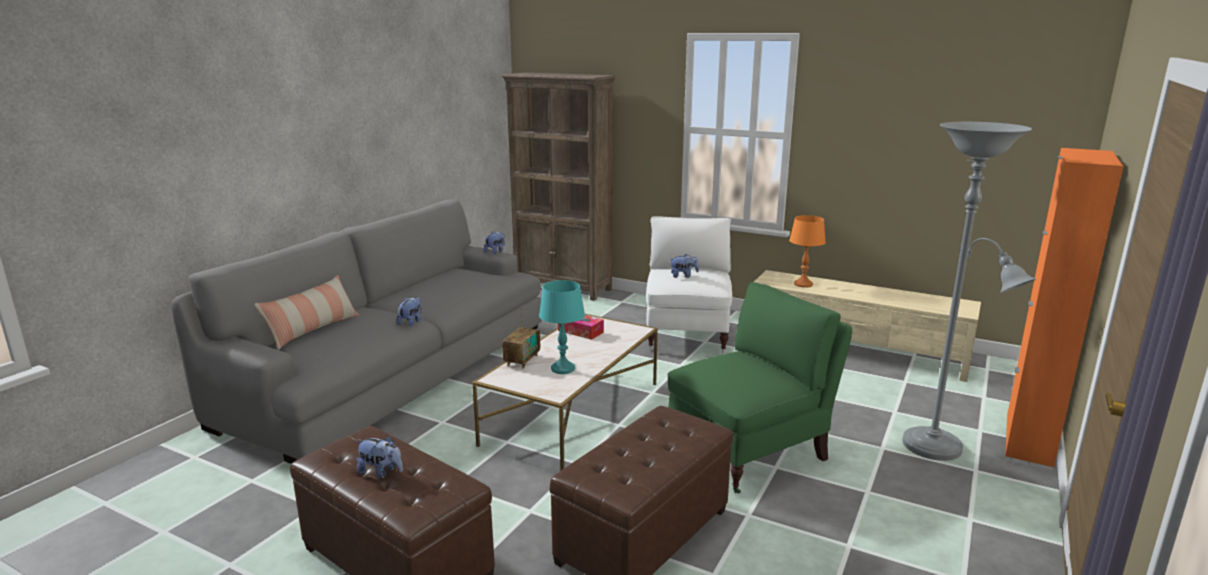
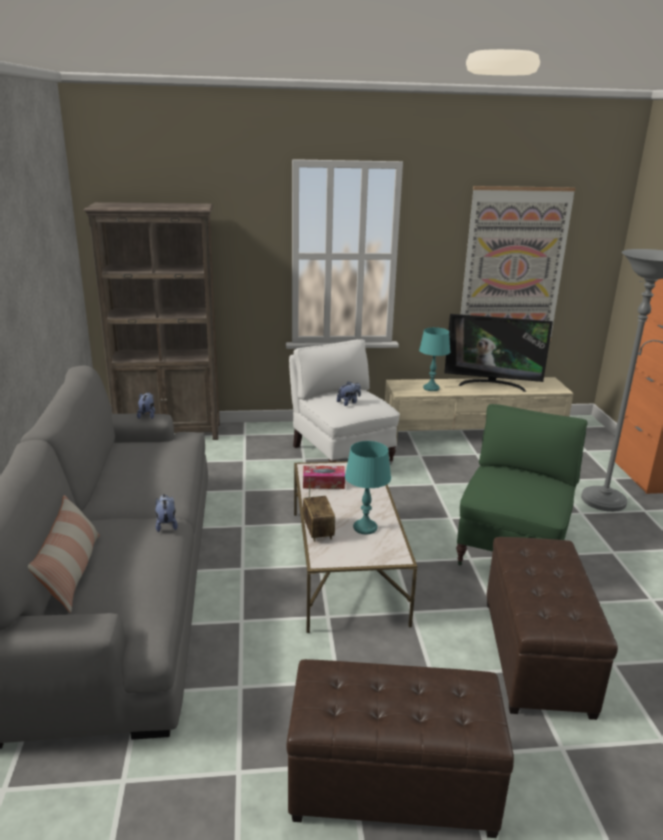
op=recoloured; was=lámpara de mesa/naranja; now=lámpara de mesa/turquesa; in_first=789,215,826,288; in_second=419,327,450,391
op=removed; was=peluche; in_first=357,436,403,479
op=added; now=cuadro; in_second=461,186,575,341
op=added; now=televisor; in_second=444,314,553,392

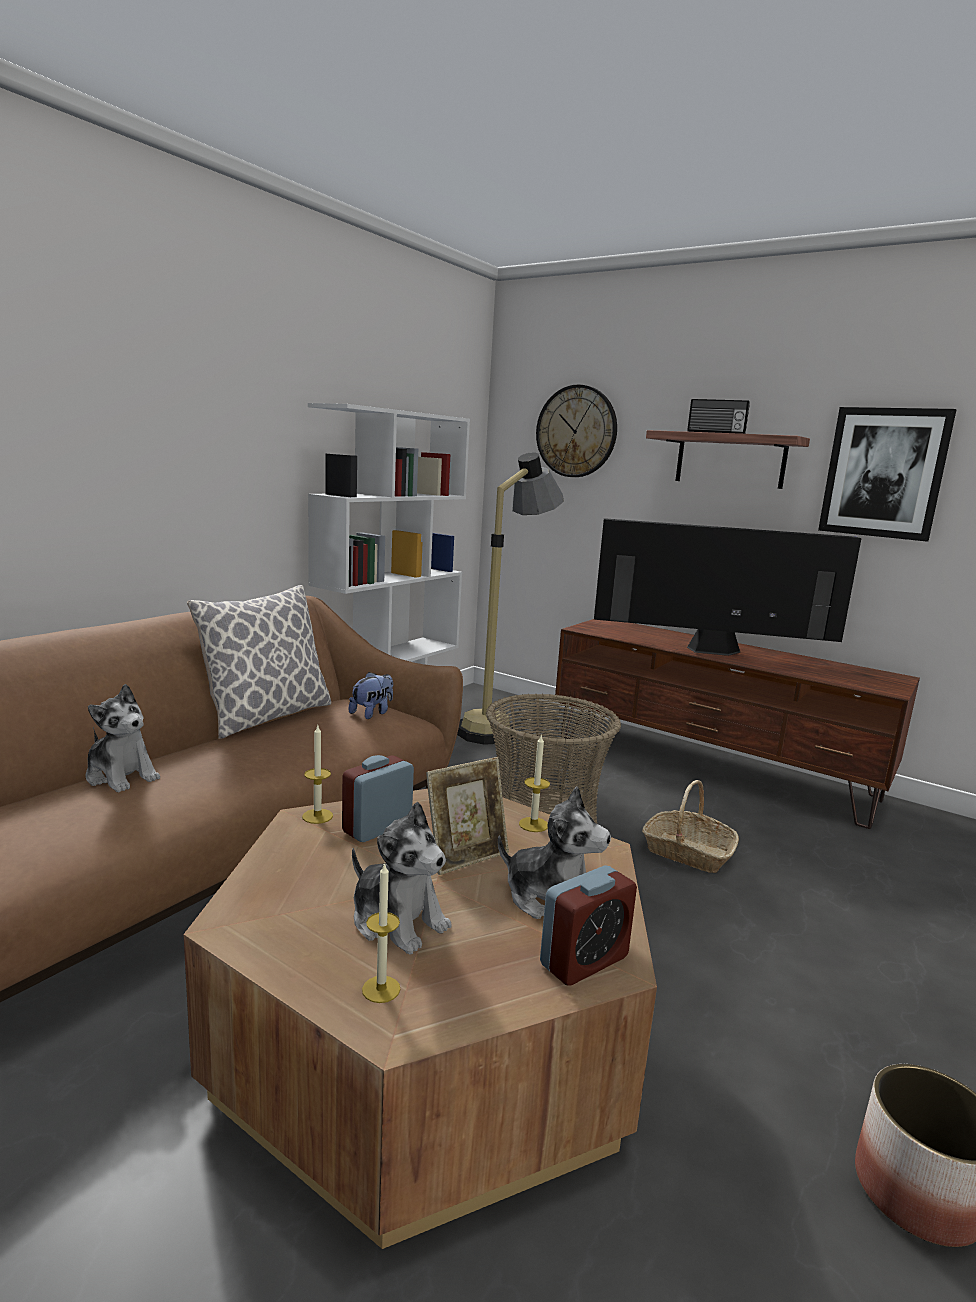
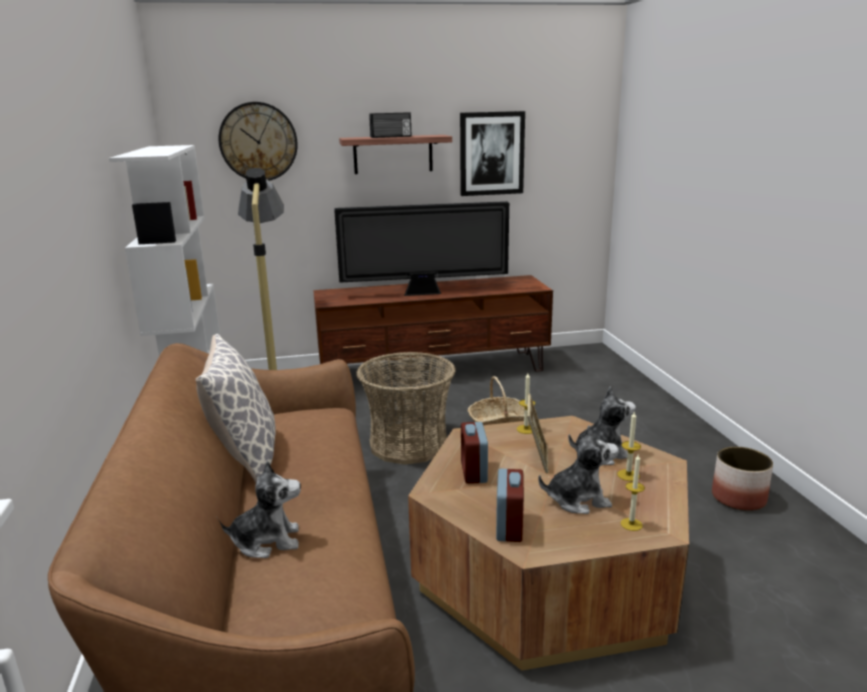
op=turned; was=televisor; in_first=594,518,862,656; in_second=334,201,509,296; clockwise=-150
op=removed; was=peluche; in_first=349,672,393,719
op=moved; was=vela; in_first=302,726,333,824; in_second=617,412,641,481
op=moved; was=despertador; in_first=540,865,637,986; in_second=496,469,524,542

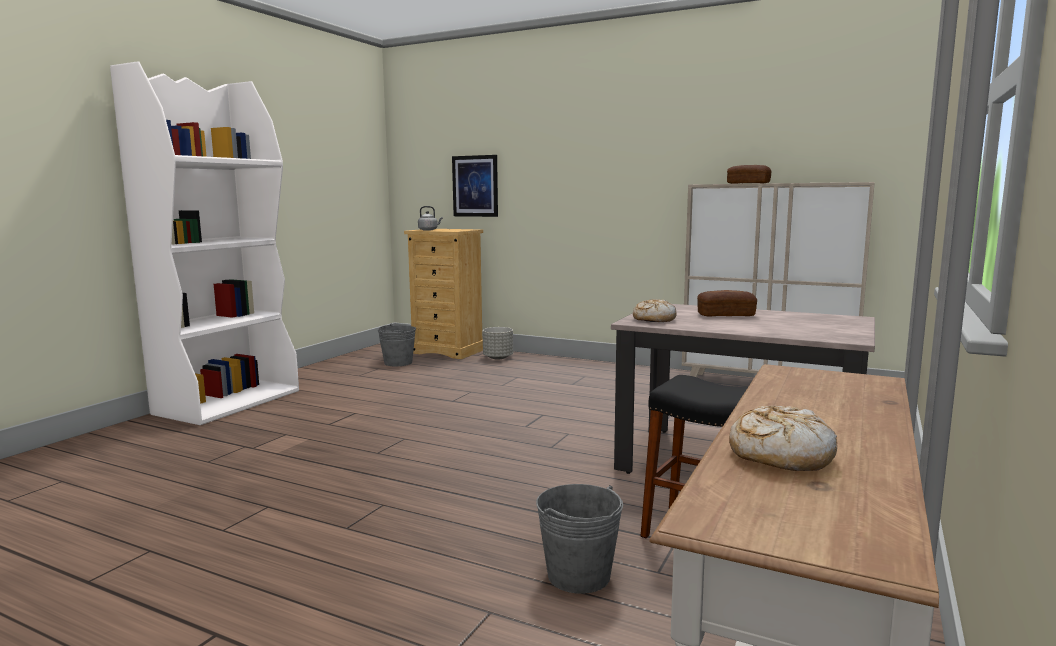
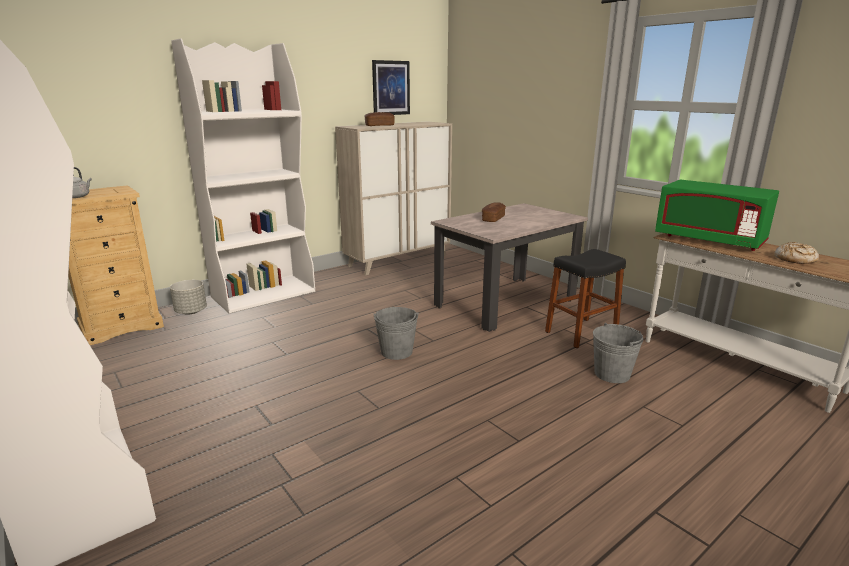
op=moved; was=cuadro; in_first=452,155,498,217; in_second=372,60,410,115
op=removed; was=pan; in_first=633,299,676,322
op=moved; was=cubo/gris; in_first=377,324,416,366; in_second=373,307,419,360
op=added; now=estantería/blanco; in_second=171,38,315,314
op=added; now=microondas/verde; in_second=655,179,779,251

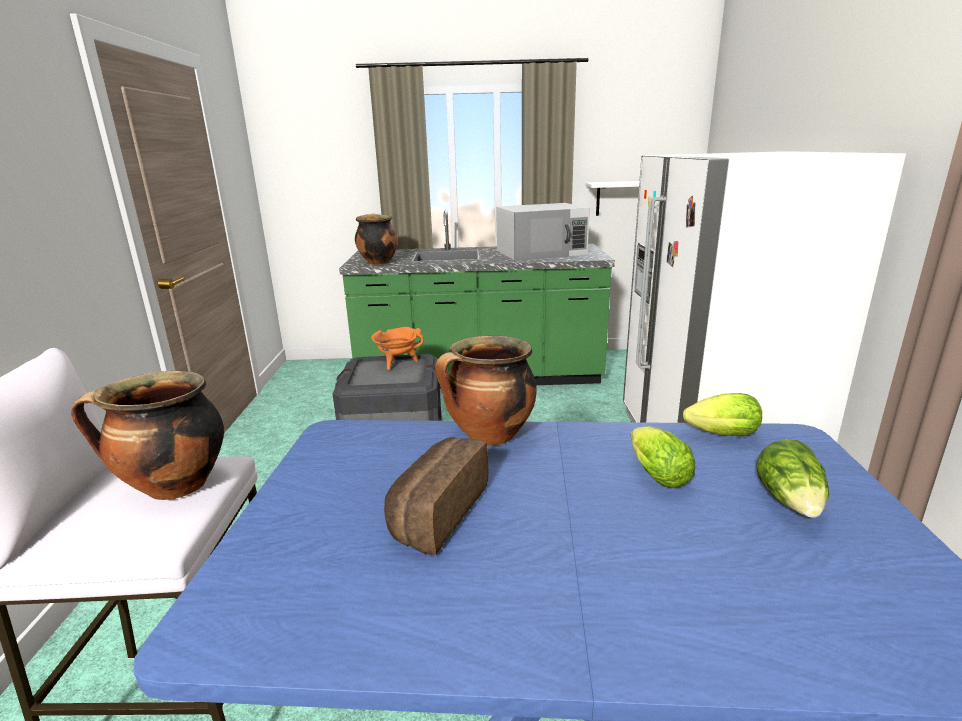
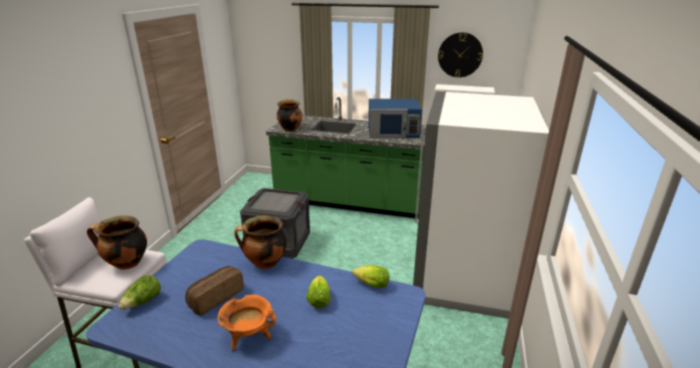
op=recoloured; was=microondas/blanco; now=microondas/azul; in_first=496,203,590,261; in_second=368,99,422,139
op=moved; was=olla/naranja; in_first=371,327,423,370; in_second=218,295,276,350
op=moved; was=lechuga; in_first=756,439,829,518; in_second=118,275,161,310
op=added; now=reloj de pared; in_second=438,32,483,78

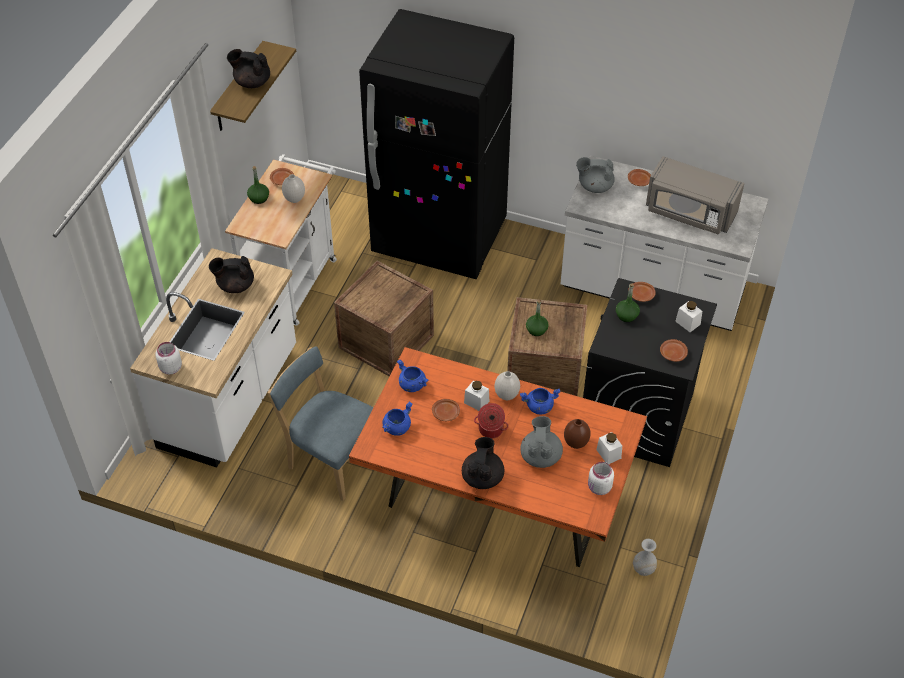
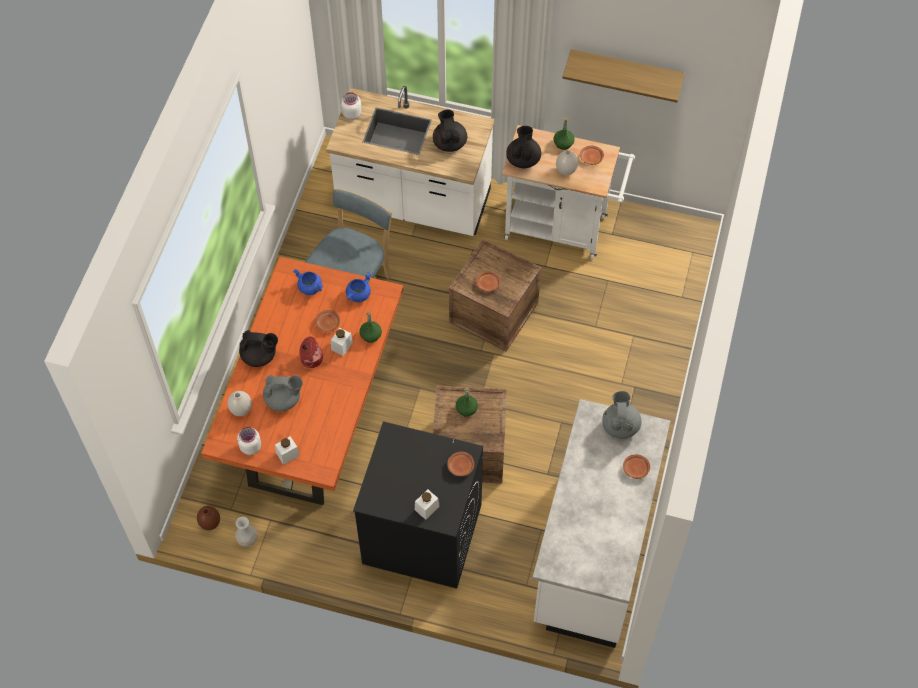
op=removed; was=nevera/negro; in_first=359,9,514,279
op=moved; was=tetera/negro; in_first=227,49,270,88; in_second=506,126,541,168
op=removed; was=microondas/gris; in_first=646,156,744,234
op=moved; was=botella/verde; in_first=616,283,640,322; in_second=359,312,382,343
op=moved; was=plato/marrón; in_first=660,339,688,362; in_second=476,271,501,291
op=moved; was=florero/blanco; in_first=495,371,520,400; in_second=228,391,252,416
op=removed; was=olla/azul; in_first=520,388,560,415
op=moved; was=florero/marrón; in_first=564,419,591,449; in_second=197,506,220,530

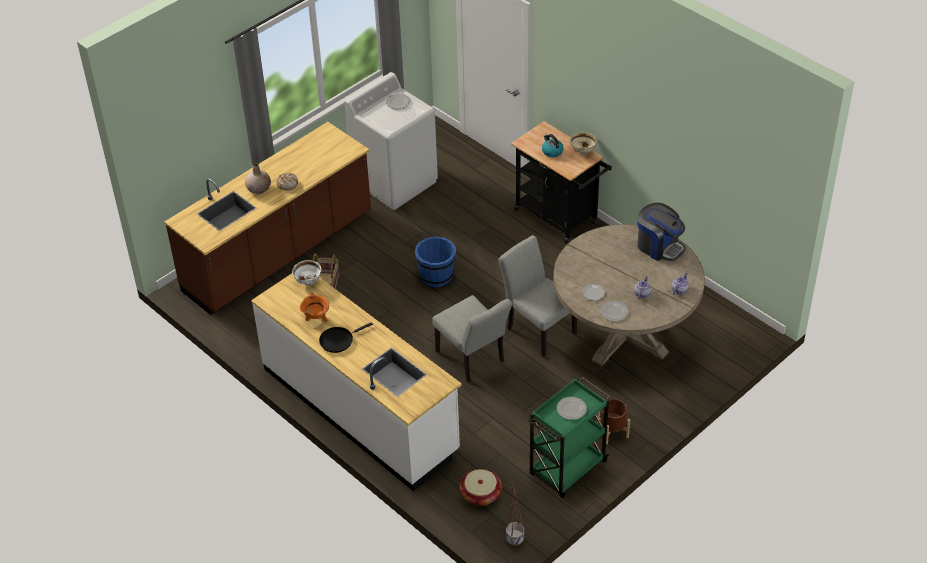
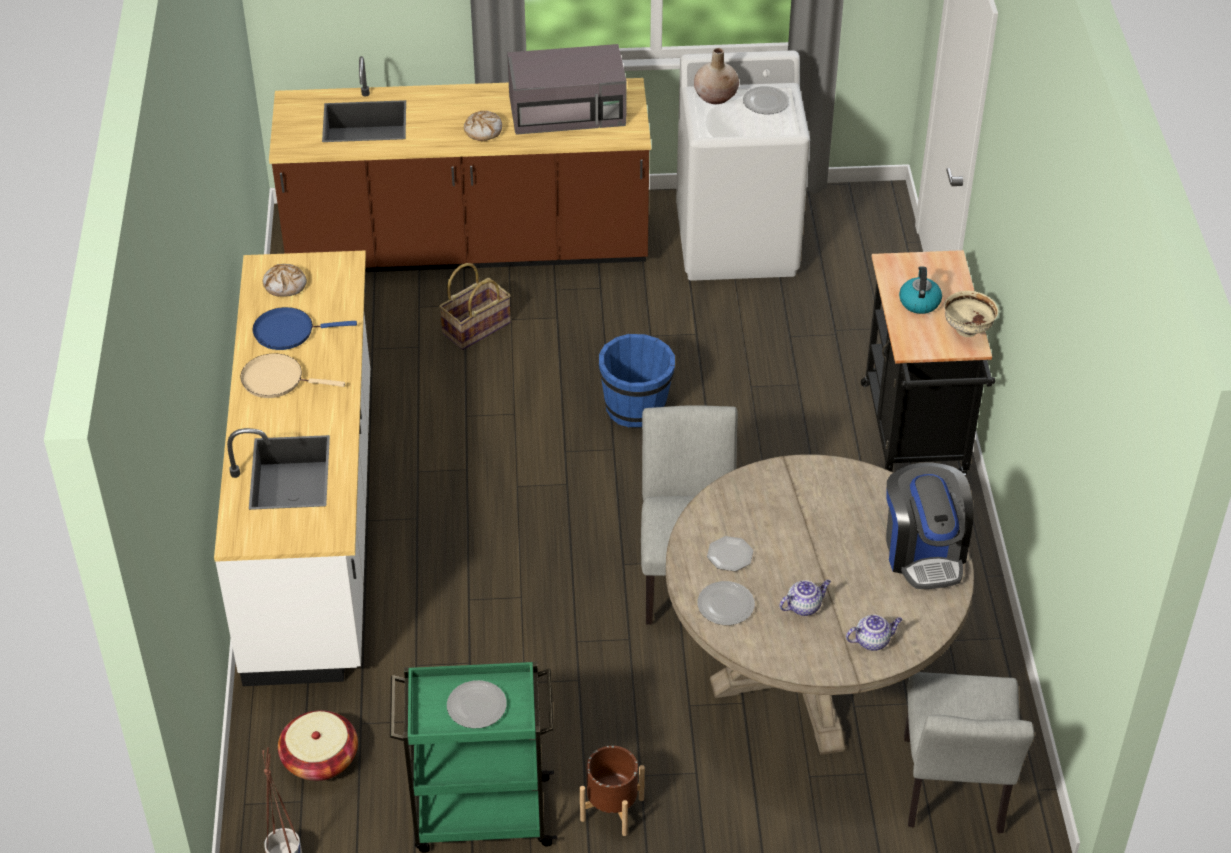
op=moved; was=florero/beis; in_first=245,163,271,194; in_second=694,48,739,104
op=removed; was=cuenco/blanco; in_first=292,260,321,286
op=replaced; was=olla/naranja; now=sartén/azul; in_first=300,292,329,322; in_second=252,307,357,350
op=moved; was=silla/gris; in_first=432,295,512,382; in_second=904,672,1035,833
op=recoloured; was=sartén/negro; now=sartén/beis; in_first=319,322,373,353; in_second=240,353,345,398
op=added; now=microondas/gris; in_second=507,44,627,135
op=added; now=pan; in_second=263,264,307,297

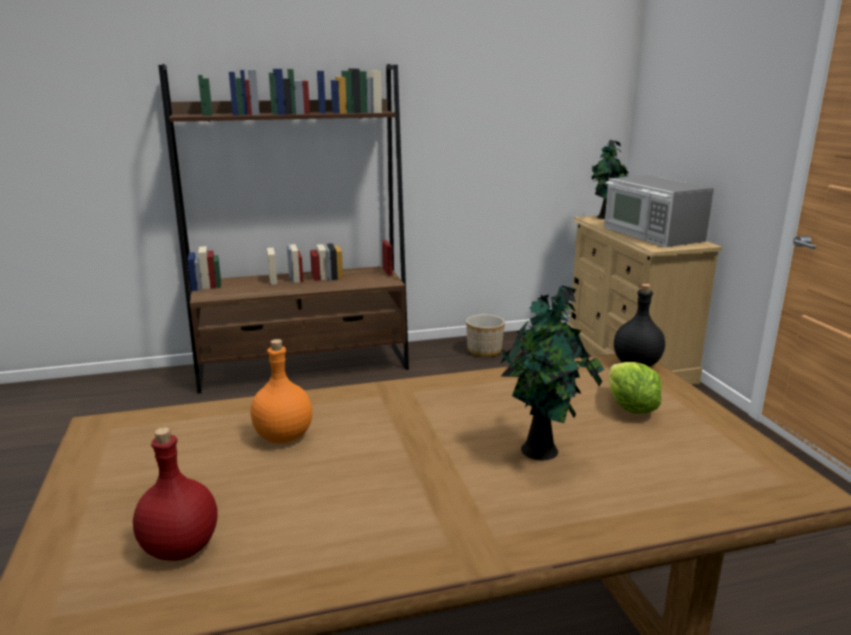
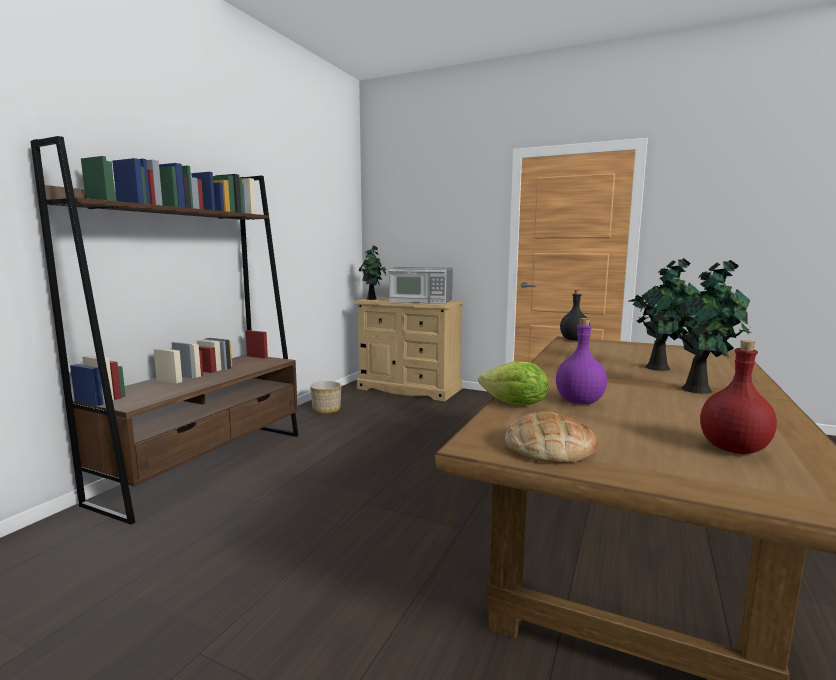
op=recoloured; was=botella/naranja; now=botella/morado; in_first=251,339,312,444; in_second=556,318,607,404
op=moved; was=lechuga; in_first=608,362,662,414; in_second=478,361,548,405
op=added; now=planta en maceta; in_second=662,260,751,394
op=added; now=pan; in_second=505,411,598,463

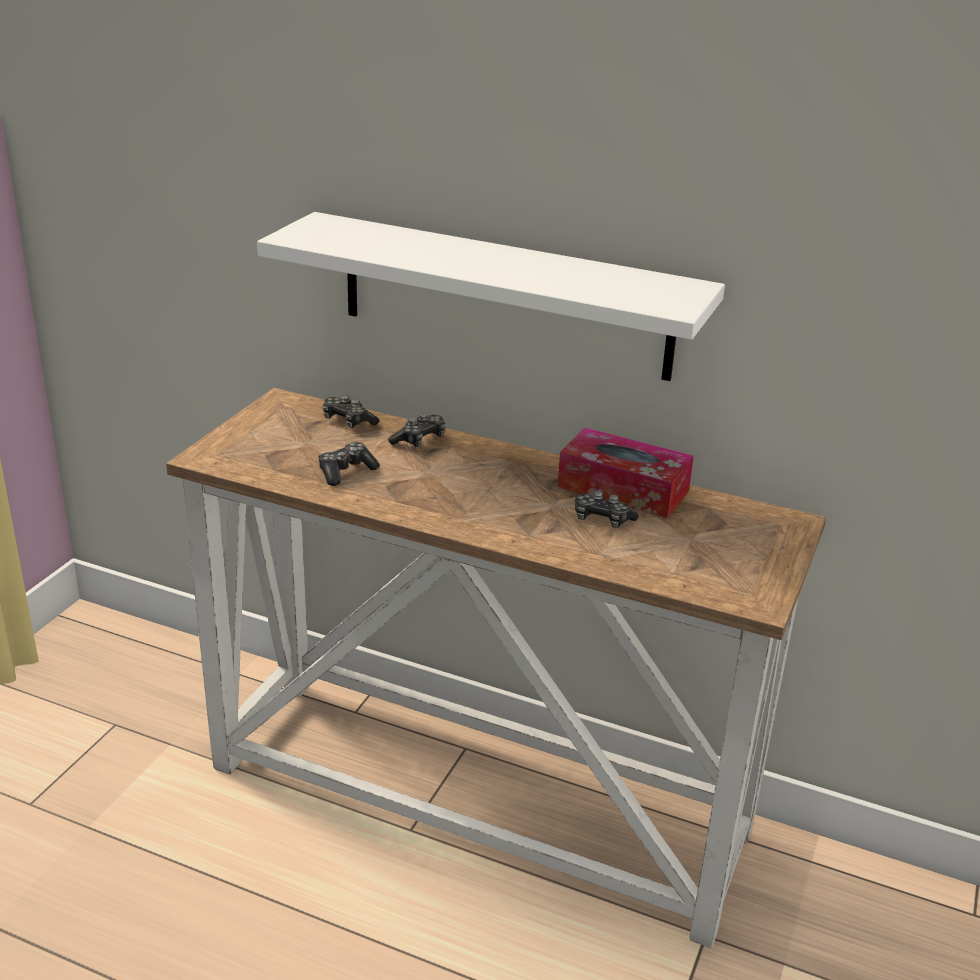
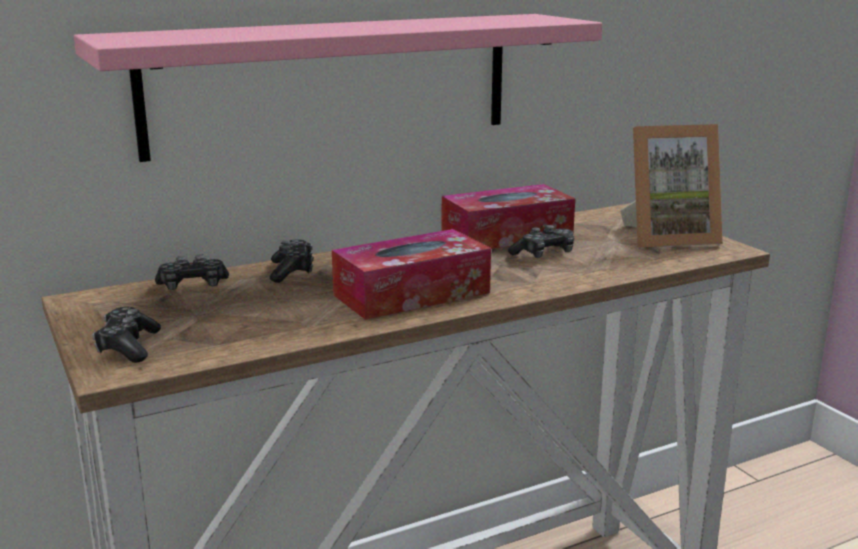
op=recoloured; was=estante/blanco; now=estante/rosa; in_first=257,212,725,381; in_second=74,14,602,162
op=moved; was=mando de consola; in_first=318,442,380,486; in_second=92,307,161,363
op=added; now=portarretratos; in_second=620,124,723,248
op=added; now=caja de pañuelos; in_second=332,229,491,320

